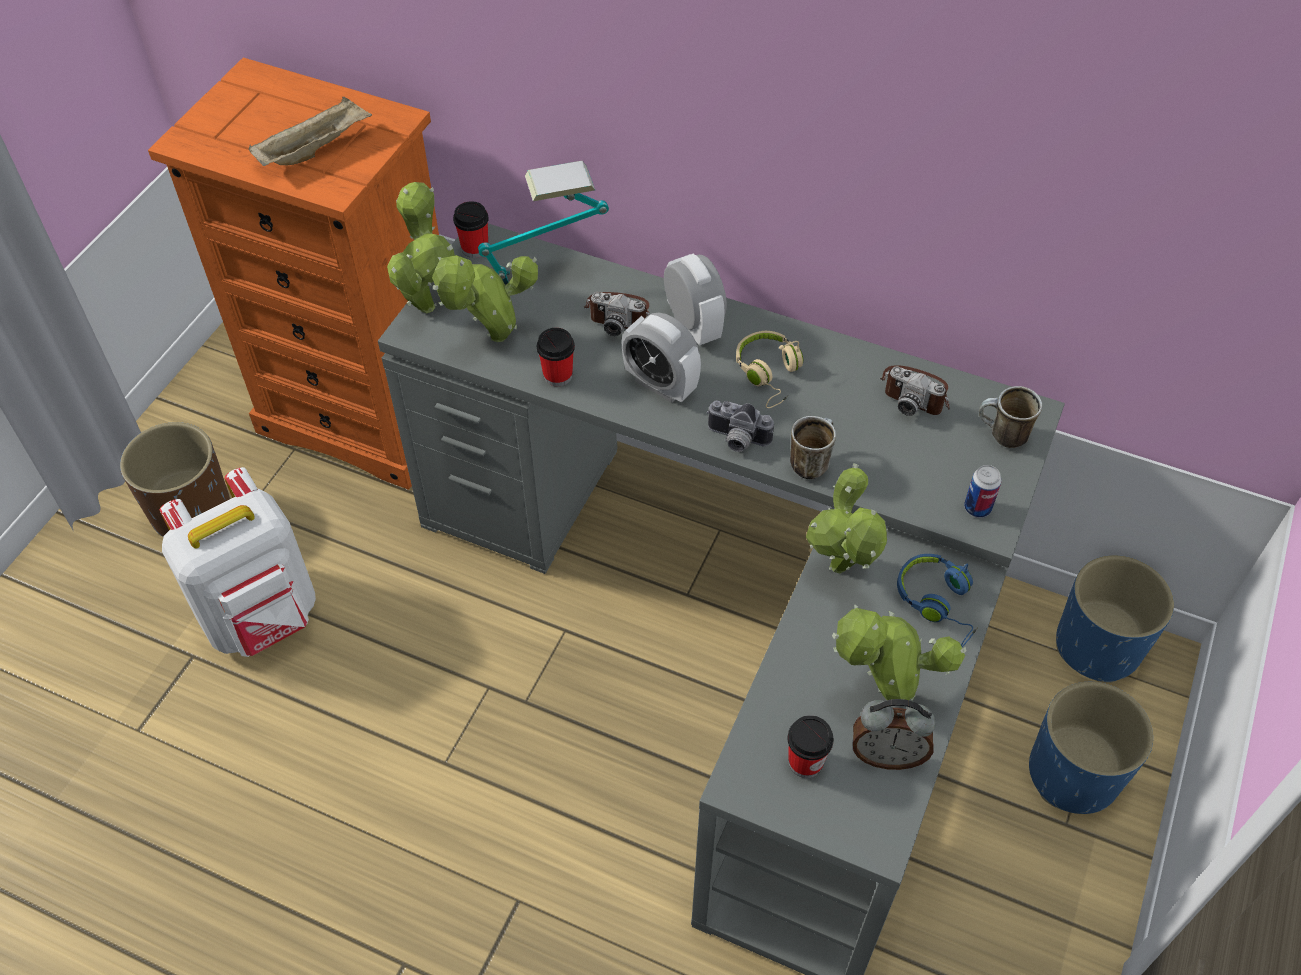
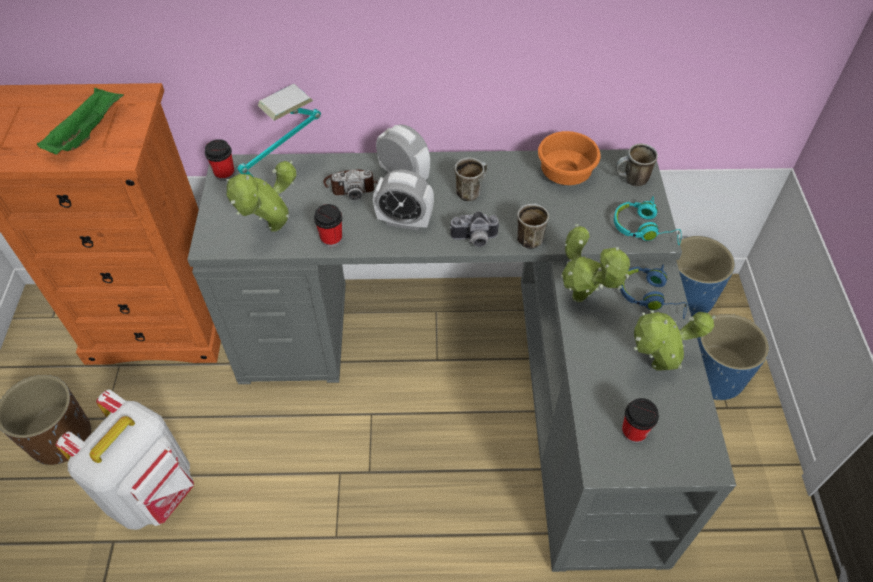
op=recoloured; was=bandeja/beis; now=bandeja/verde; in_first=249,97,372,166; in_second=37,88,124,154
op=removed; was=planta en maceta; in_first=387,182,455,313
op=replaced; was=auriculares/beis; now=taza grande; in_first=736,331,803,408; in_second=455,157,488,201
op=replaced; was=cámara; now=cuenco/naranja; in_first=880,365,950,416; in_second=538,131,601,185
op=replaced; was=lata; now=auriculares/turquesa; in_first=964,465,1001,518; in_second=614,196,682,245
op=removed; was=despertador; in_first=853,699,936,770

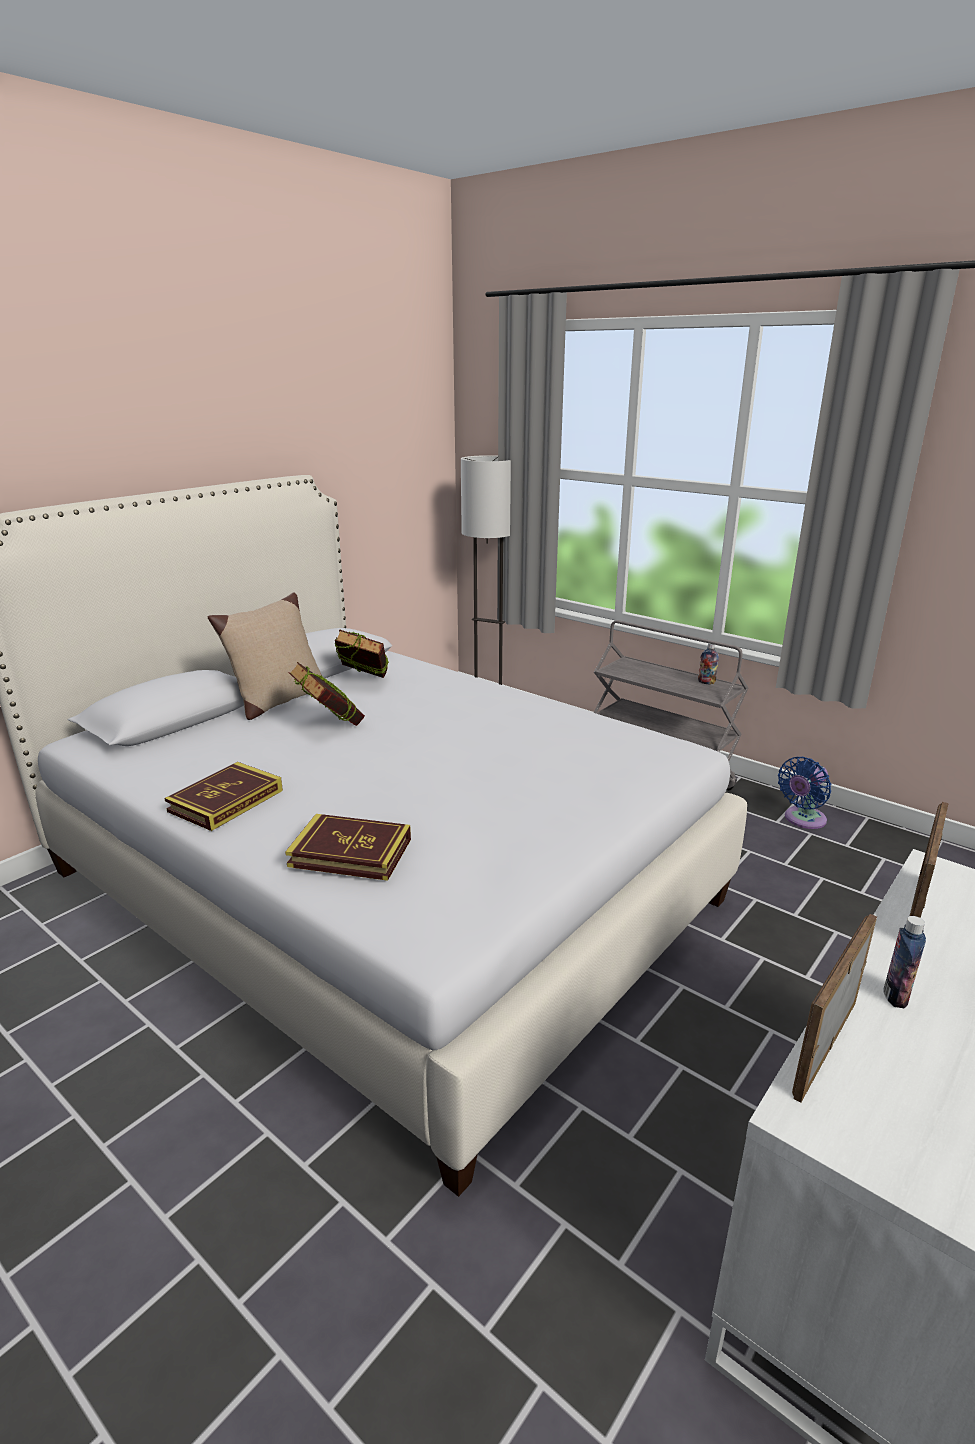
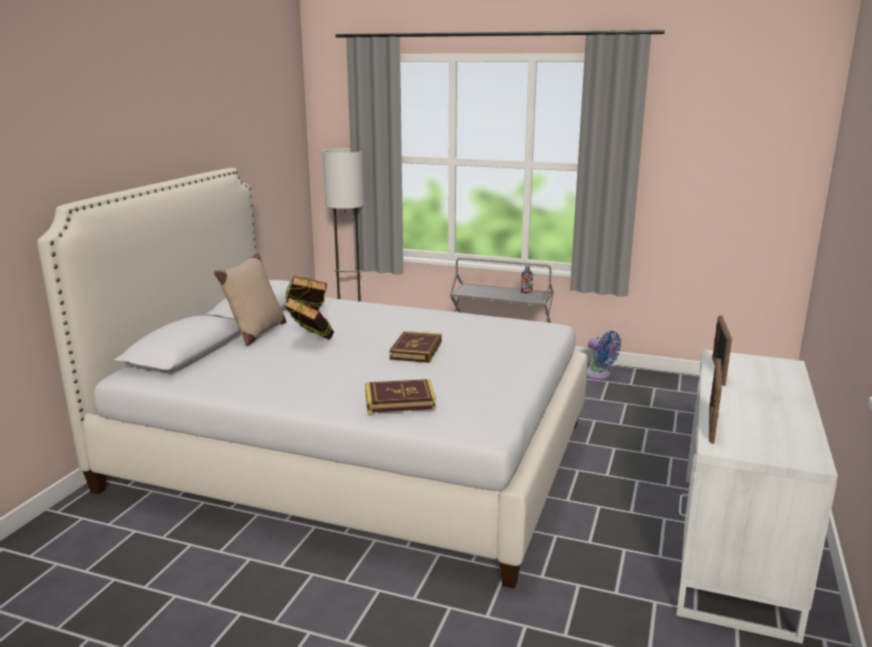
op=turned; was=ventilador/azul; in_first=778,757,831,829; in_second=587,331,621,380; clockwise=-75
op=moved; was=libro; in_first=164,762,283,831; in_second=389,331,442,363
op=removed; was=botella; in_first=883,916,926,1008

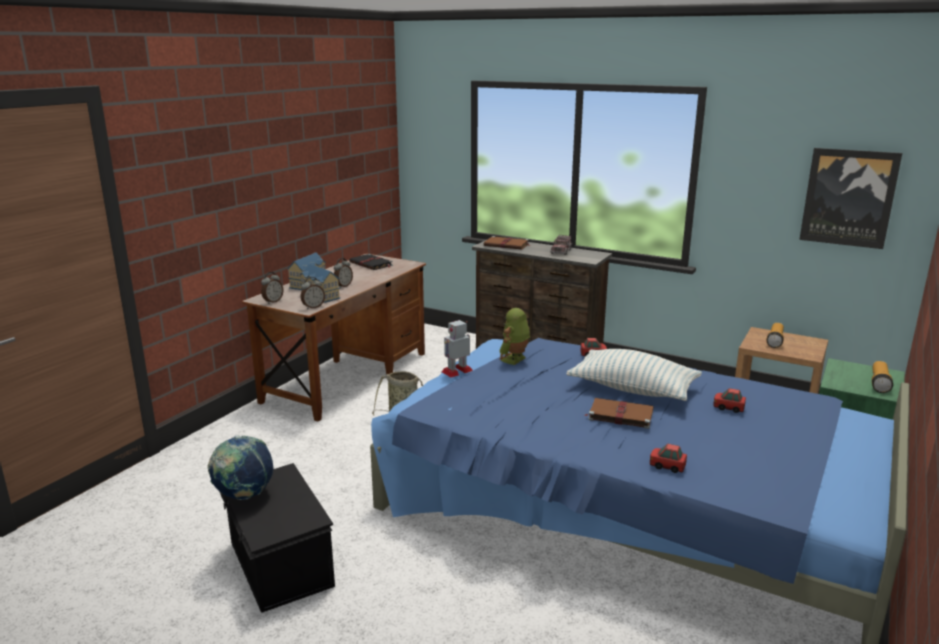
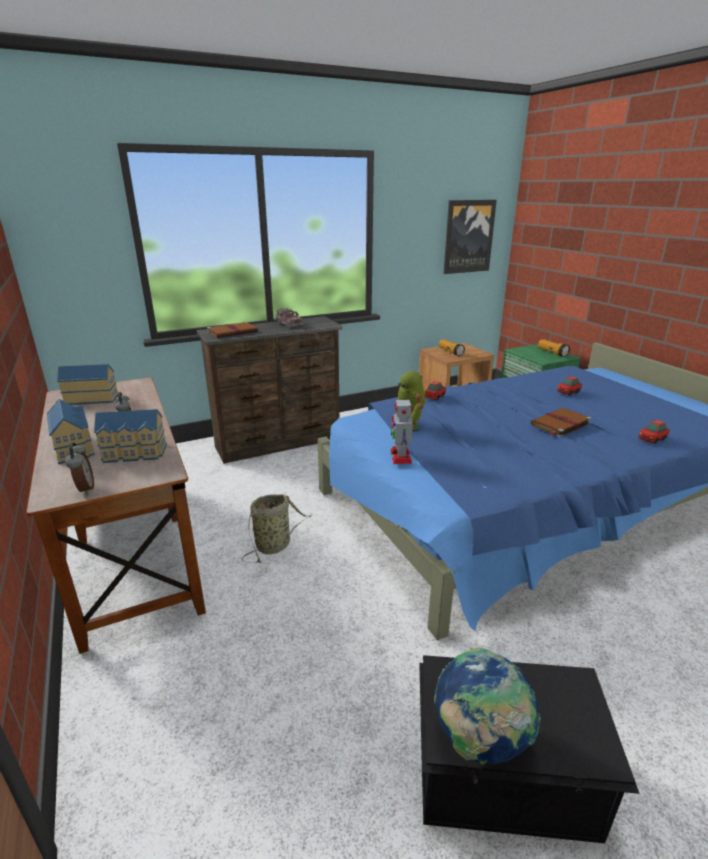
op=replaced; was=libro/negro; now=casita; in_first=349,254,393,270; in_second=57,364,118,405
op=removed; was=despertador; in_first=301,277,325,309
op=removed; was=cojín; in_first=566,349,702,401

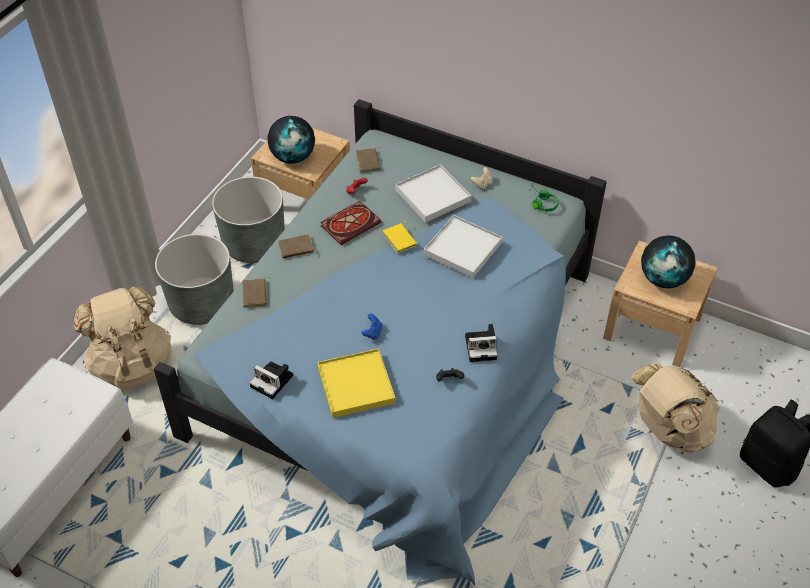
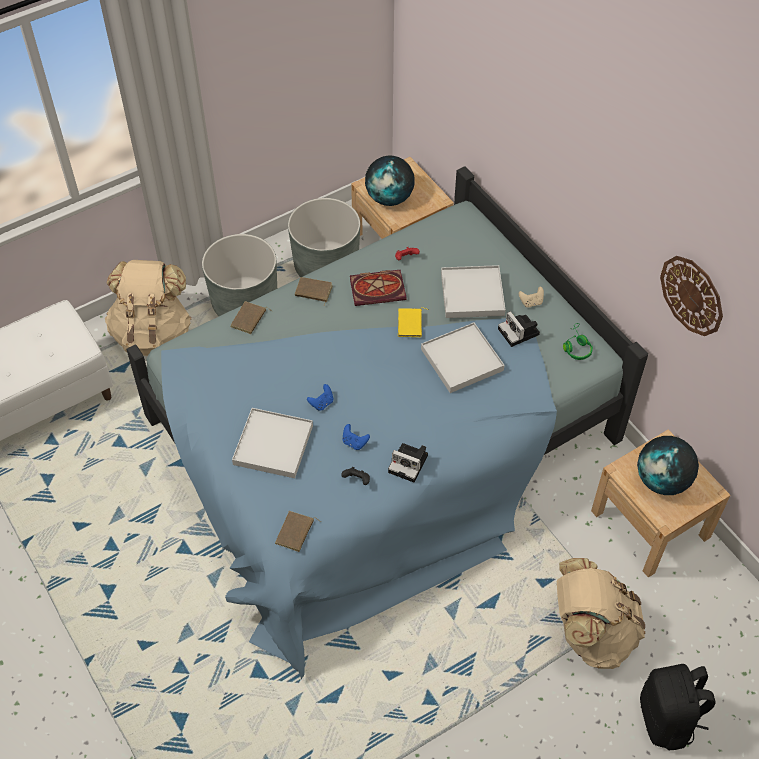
op=moved; was=libro/marrón; in_first=356,147,381,172; in_second=275,511,321,552
op=recoloured; was=bandeja/amarillo; now=bandeja/blanco; in_first=318,348,395,418; in_second=232,408,313,478
op=moved; was=cámara; in_first=249,361,293,399; in_second=498,311,540,347
op=added; now=reloj de pared; in_second=660,256,723,336
op=added; now=mando de consola/azul; in_second=343,424,370,450

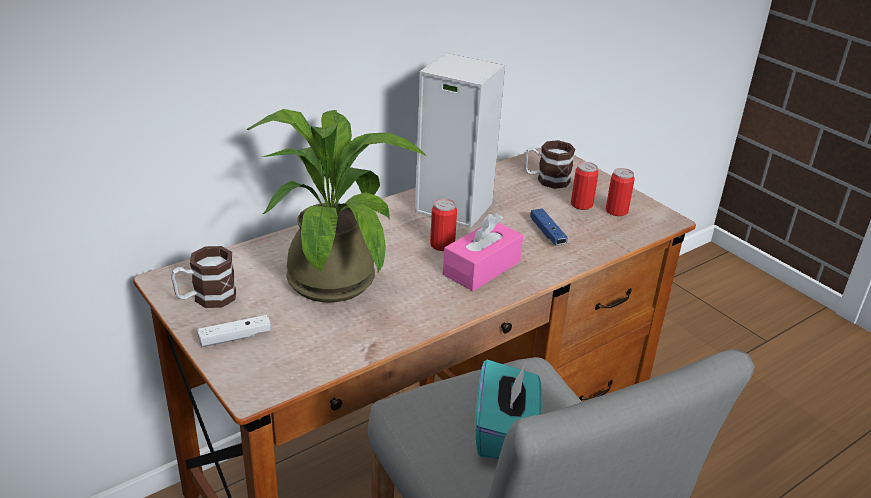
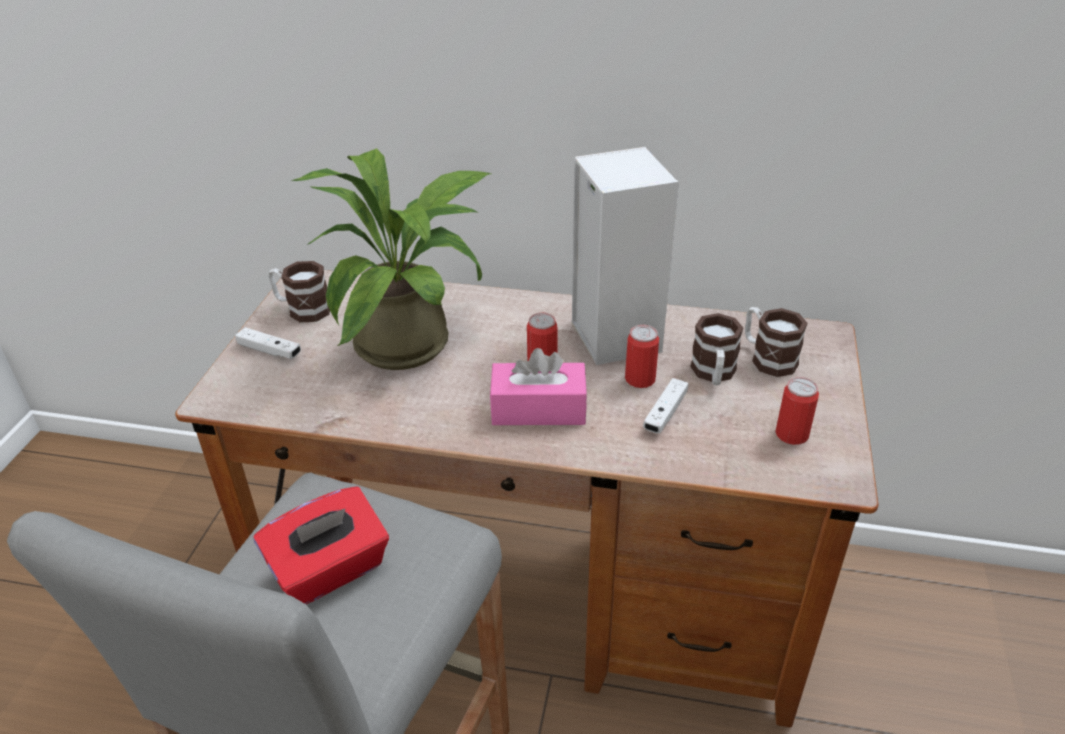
op=moved; was=lata; in_first=571,162,599,210; in_second=625,325,659,388
op=recoloured; was=mando de consola/azul; now=mando de consola/blanco; in_first=530,209,568,245; in_second=643,378,689,433
op=recoloured; was=caja de pañuelos/turquesa; now=caja de pañuelos/rojo; in_first=475,360,542,459; in_second=253,486,389,604
op=added; now=taza grande; in_second=690,313,743,385

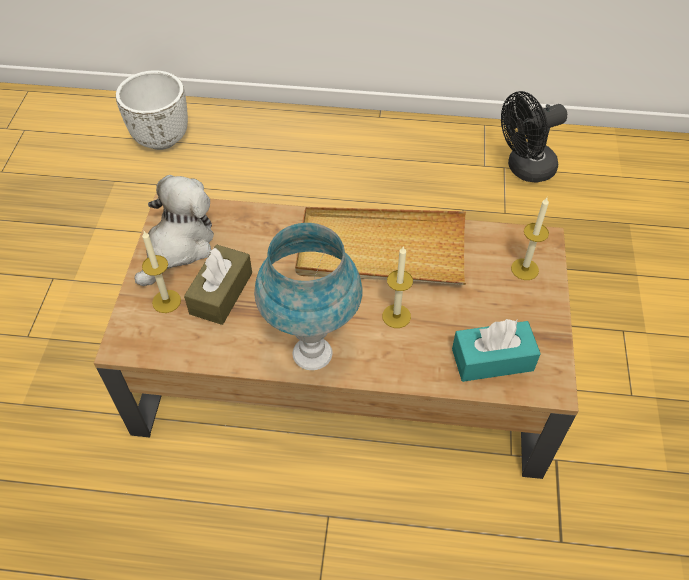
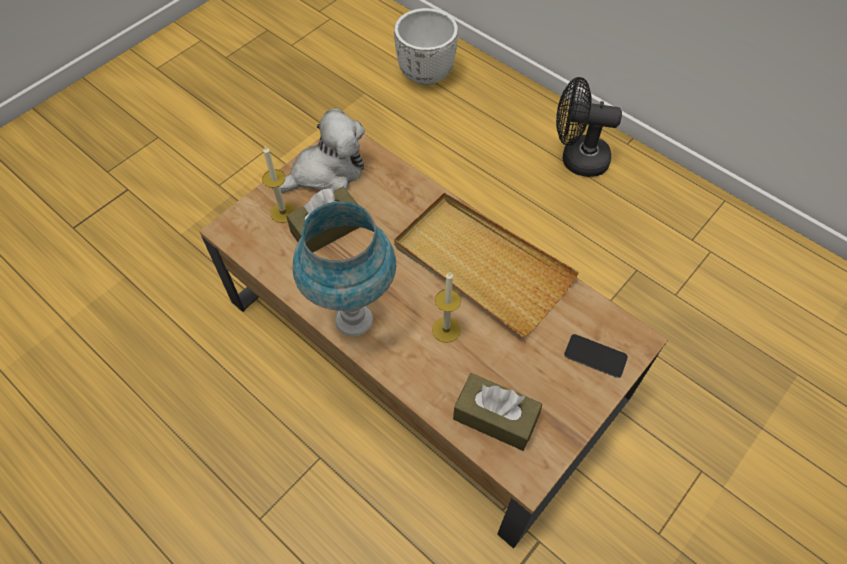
op=moved; was=ventilador/negro; in_first=501,91,567,183; in_second=556,77,622,177
op=replaced; was=vela; now=móvil; in_first=511,198,549,280; in_second=564,334,628,378
op=recoloured; was=caja de pañuelos/turquesa; now=caja de pañuelos/marrón; in_first=452,319,541,382; in_second=453,373,542,451

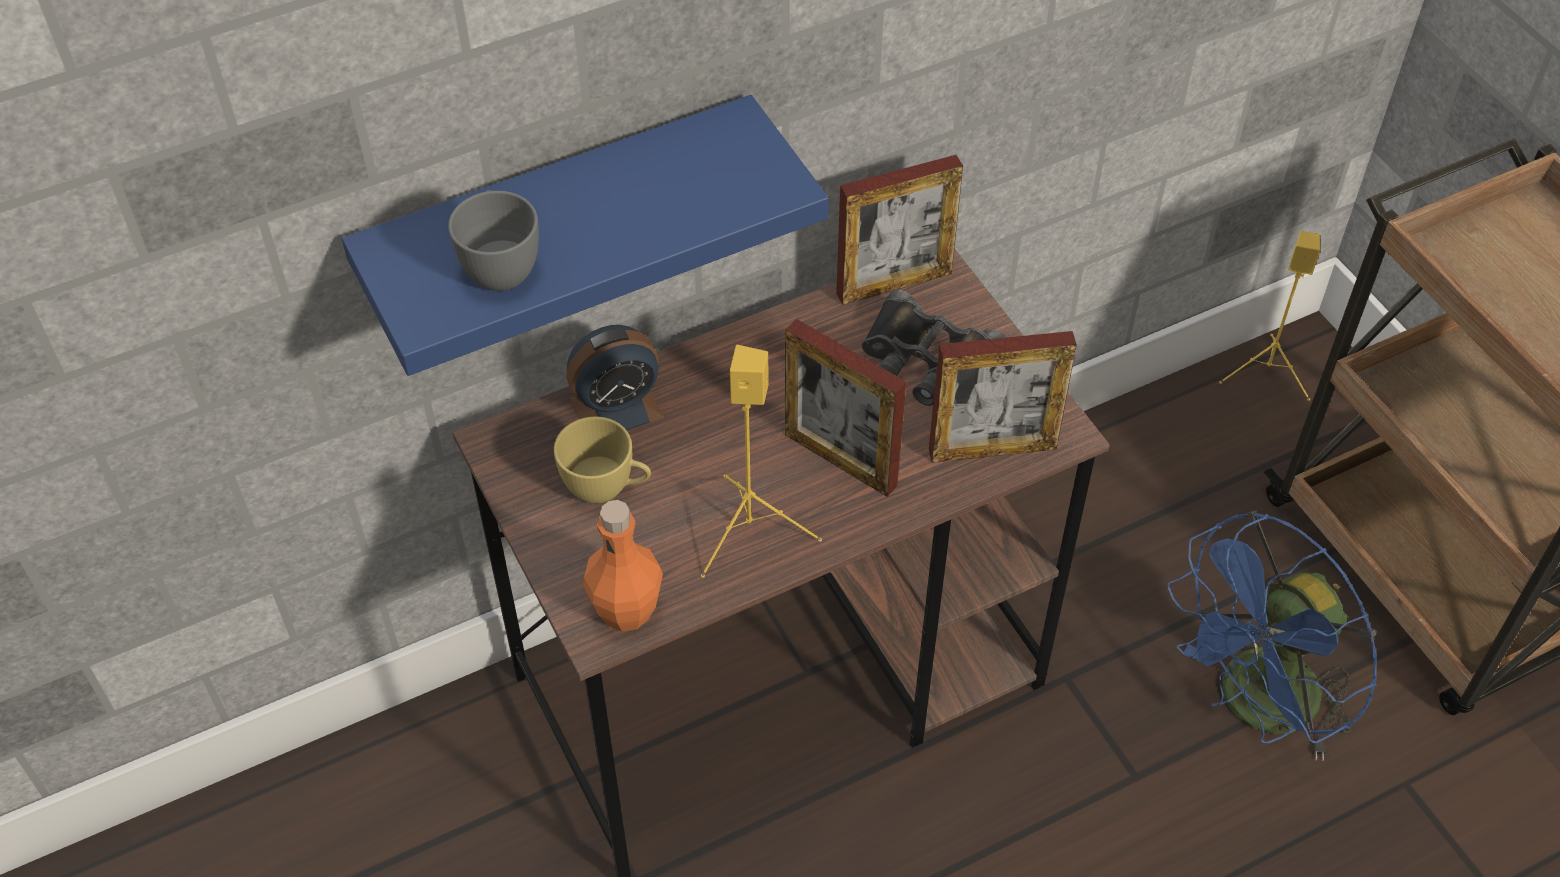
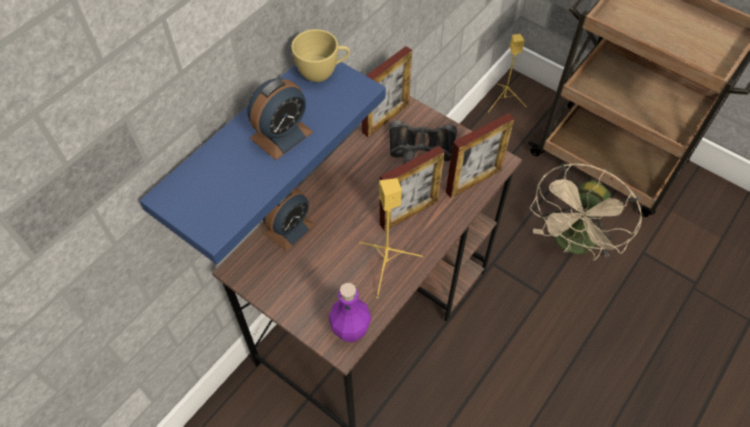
op=removed; was=taza/gris; in_first=448,190,539,291
op=turned; was=portarretratos; in_first=785,319,906,497; in_second=380,145,445,231; clockwise=-45
op=moved; was=taza/amarillo; in_first=554,417,651,503; in_second=291,29,350,82
op=recoloured; was=botella/naranja; now=botella/morado; in_first=583,500,663,632; in_second=328,283,372,342
op=recoloured; was=ventilador/azul; now=ventilador/beis; in_first=1168,511,1377,761; in_second=530,163,642,260
op=added; now=despertador; in_second=247,78,313,160

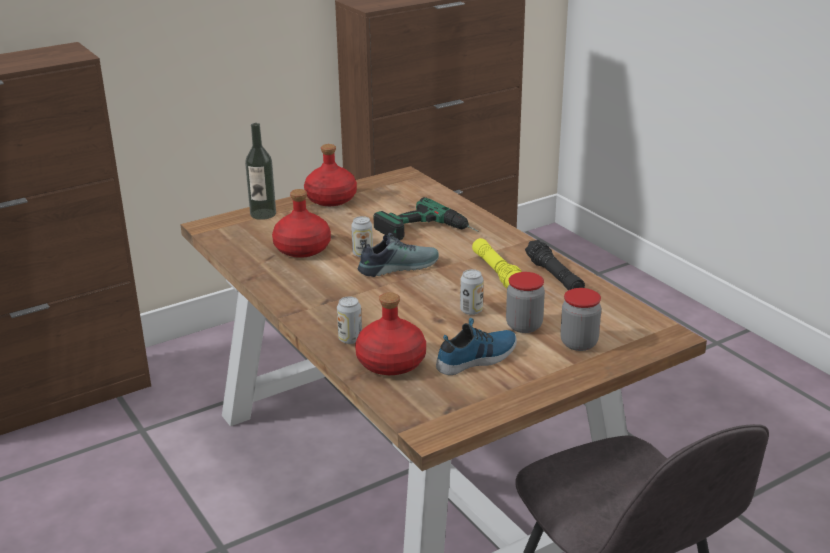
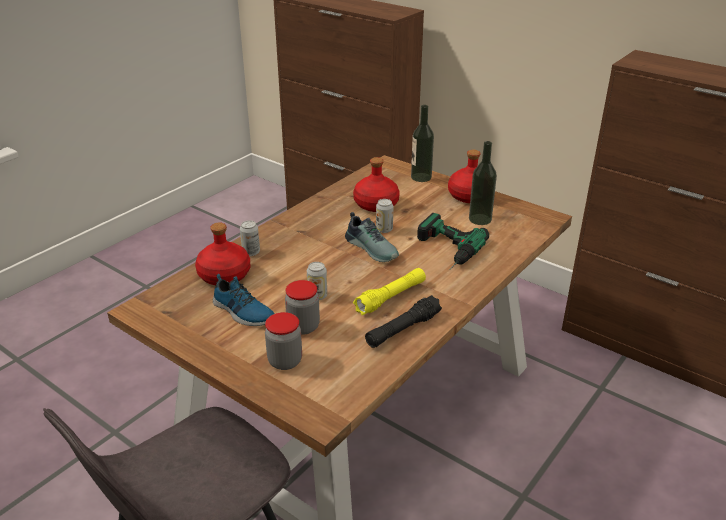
op=added; now=botella; in_second=469,141,497,225

